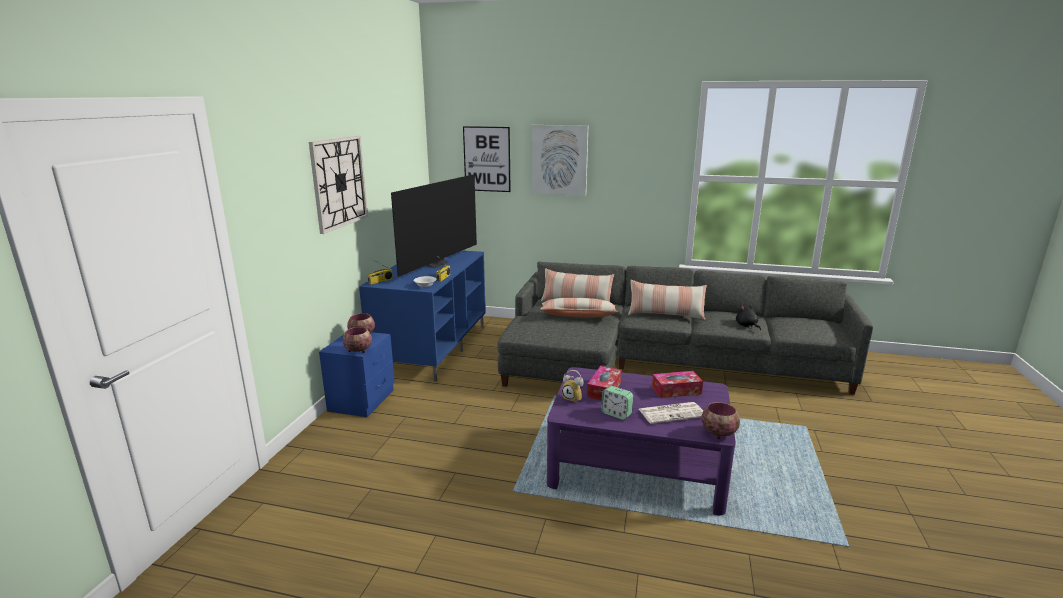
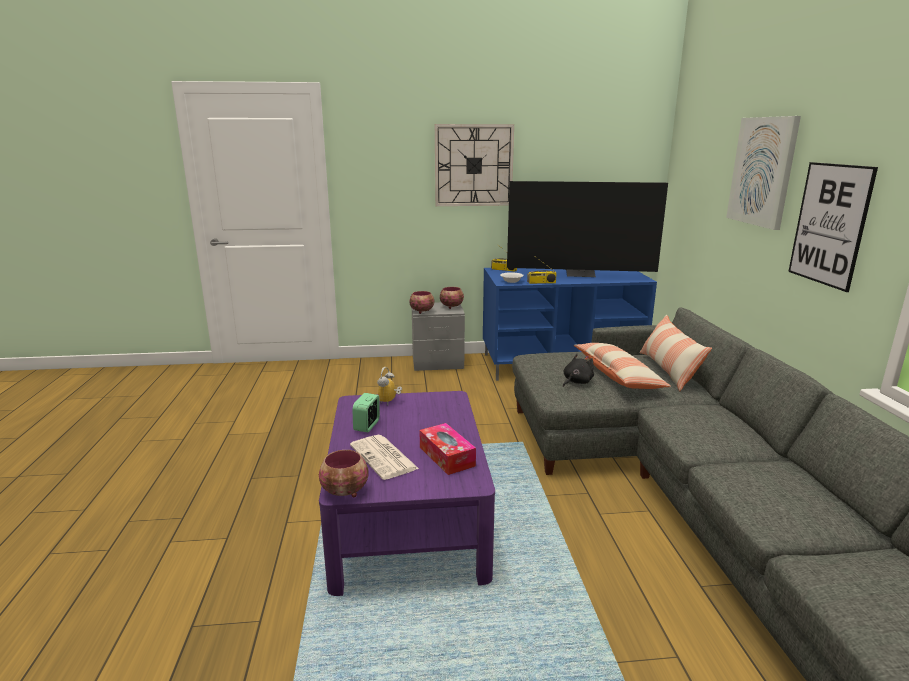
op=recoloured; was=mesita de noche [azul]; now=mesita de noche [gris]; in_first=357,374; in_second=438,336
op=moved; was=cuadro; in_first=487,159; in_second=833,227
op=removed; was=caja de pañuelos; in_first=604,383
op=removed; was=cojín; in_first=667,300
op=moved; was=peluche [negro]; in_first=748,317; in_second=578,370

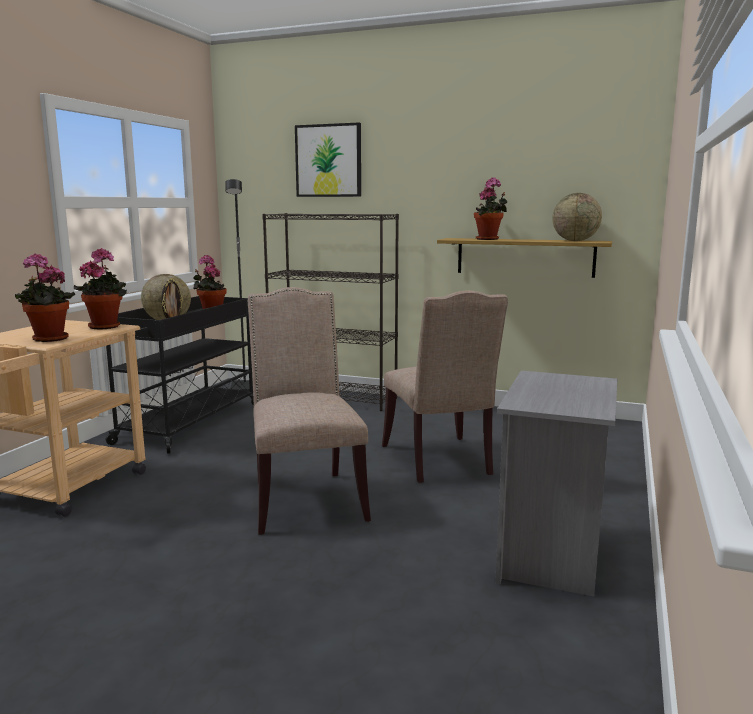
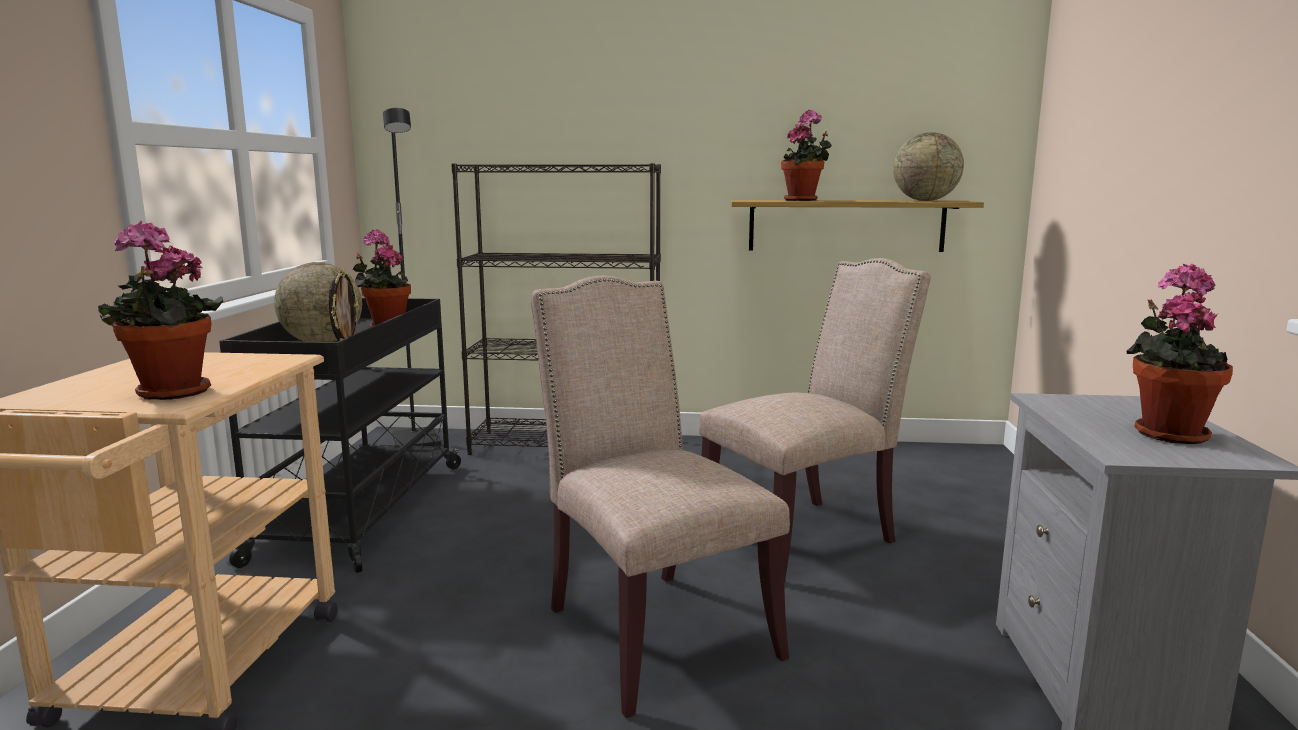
op=moved; was=planta en maceta; in_first=100,288; in_second=1180,354
op=removed; was=cuadro; in_first=328,159
op=turned; was=silla [beis]; in_first=445,387; in_second=815,420; clockwise=-90

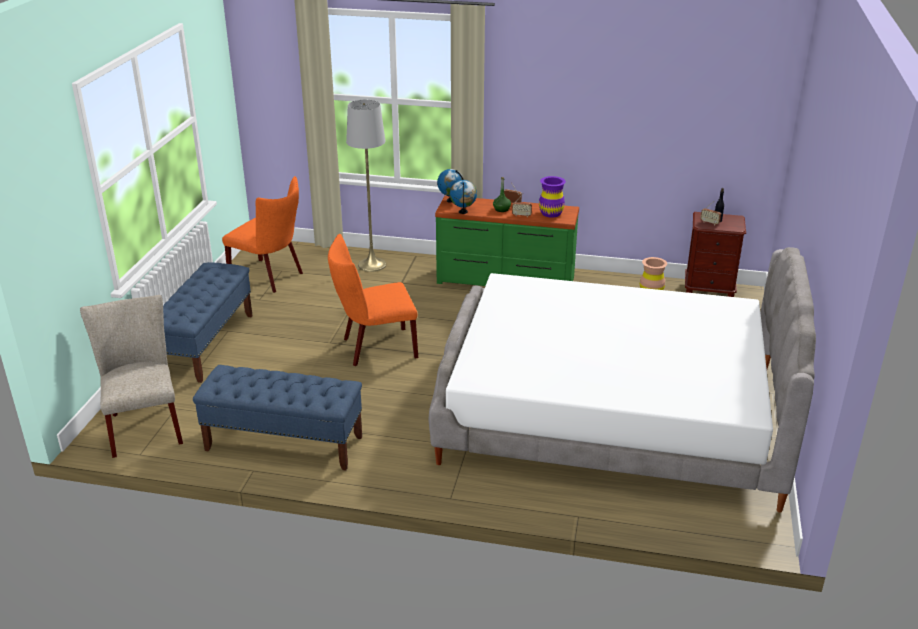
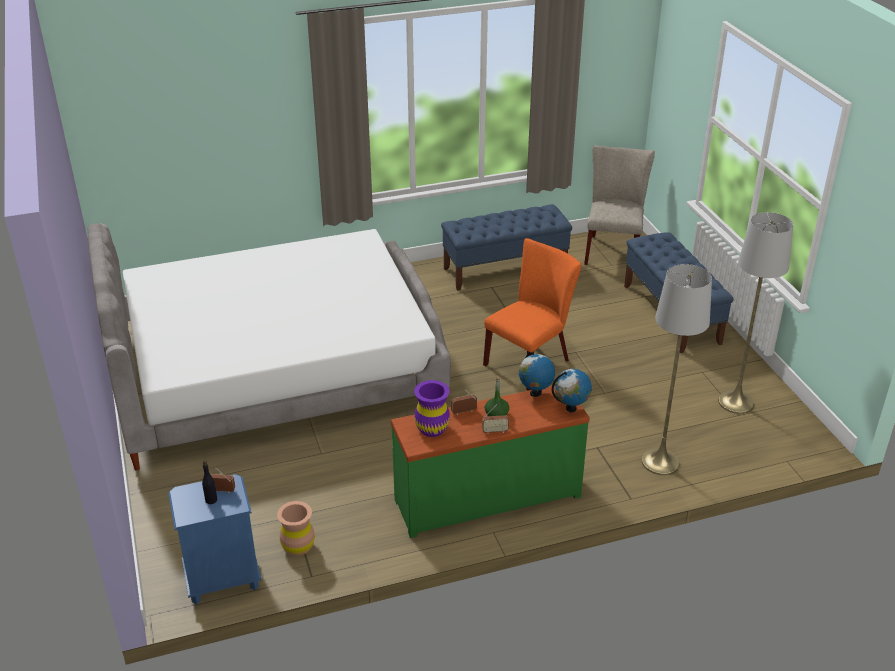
op=turned; was=silla [beis]; in_first=131,376; in_second=619,205; clockwise=-120
op=replaced; was=silla [naranja]; now=lámpara de pie [gris]; in_first=262,234; in_second=755,313
op=recoloured; was=mesita de noche [marrón]; now=mesita de noche [azul]; in_first=715,254; in_second=214,539

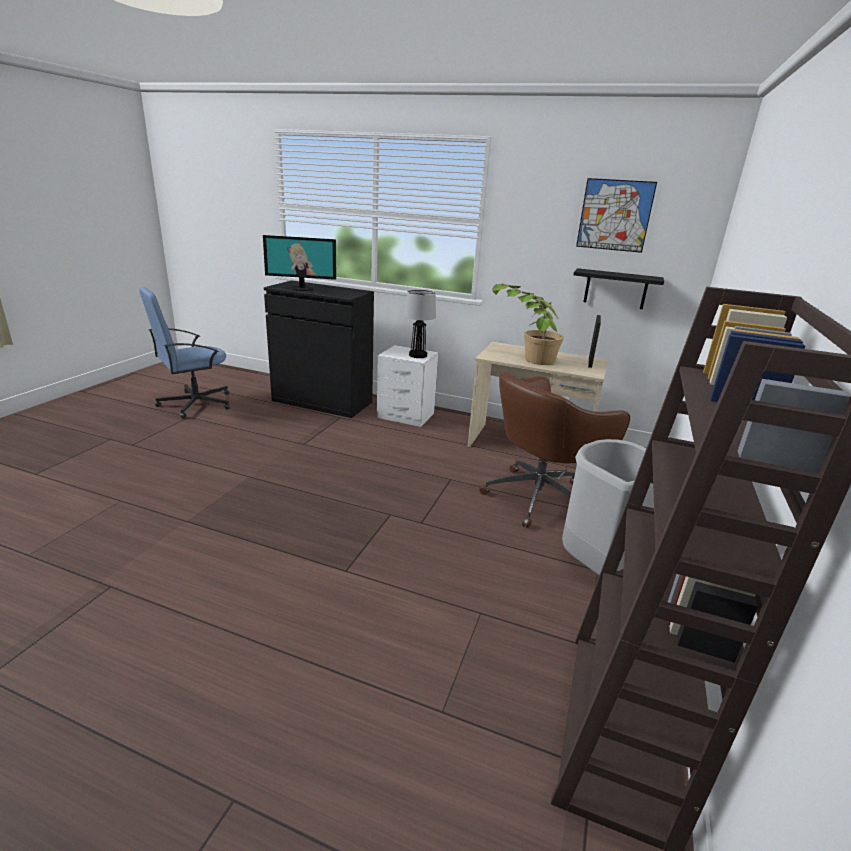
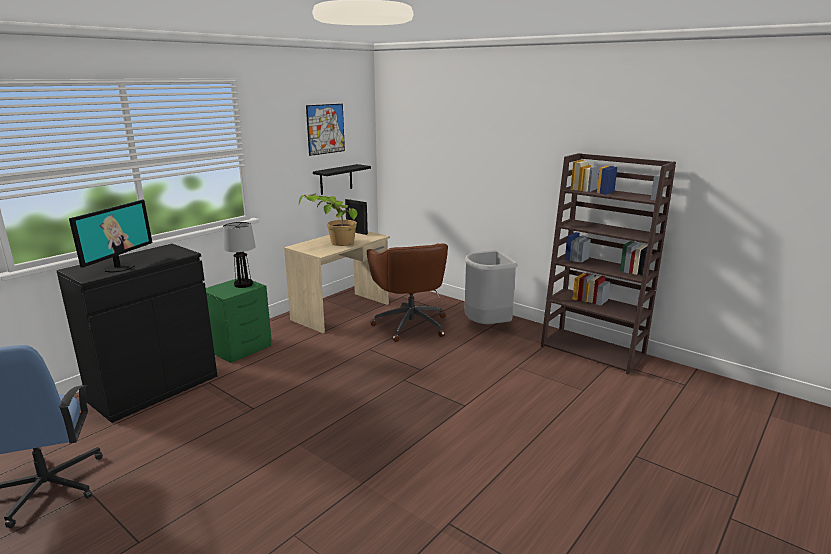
op=recoloured; was=mesita de noche [blanco]; now=mesita de noche [verde]; in_first=407,386; in_second=238,320

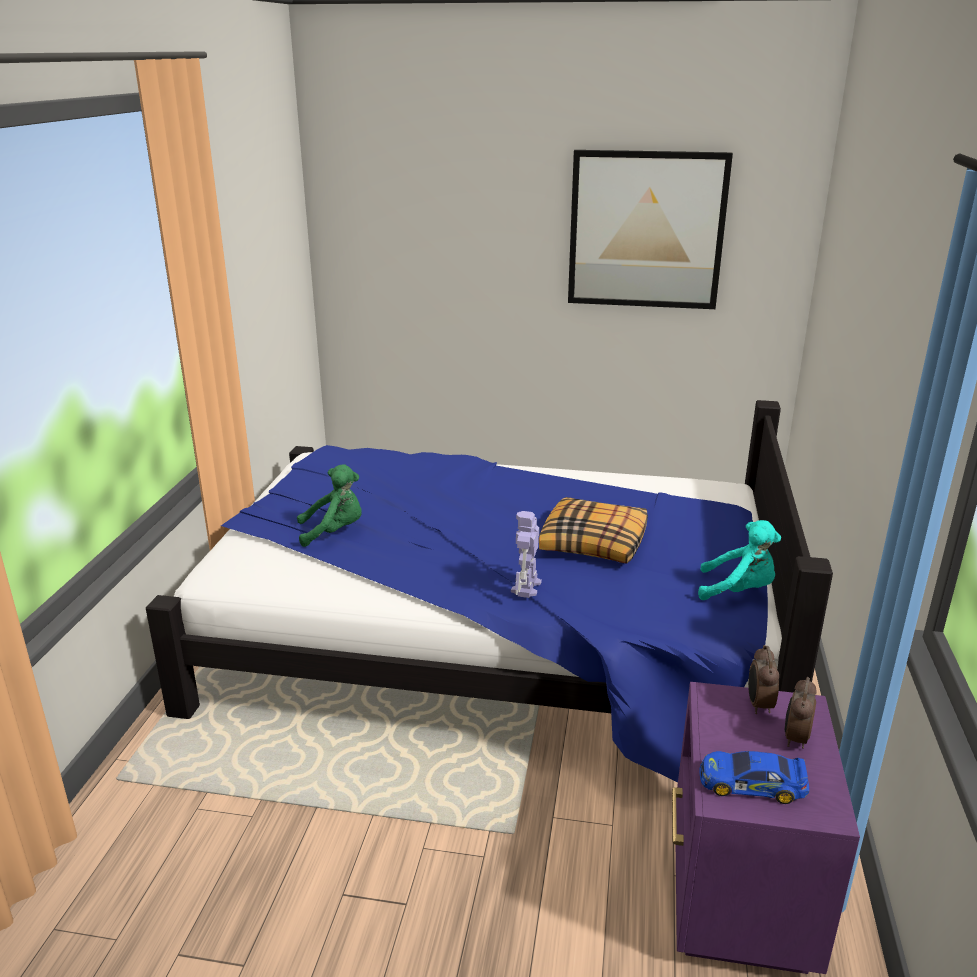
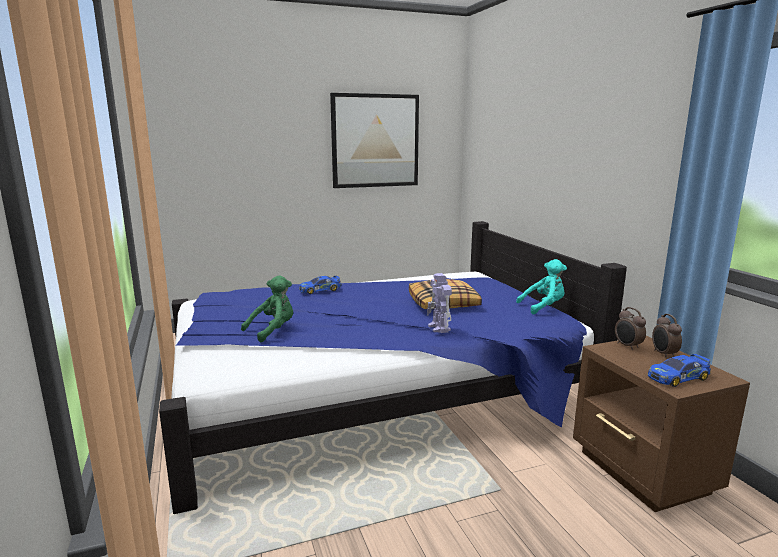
op=recoloured; was=mesita de noche [morado]; now=mesita de noche [marrón]; in_first=766,828; in_second=661,424
op=added; now=coche de juguete; in_second=320,285

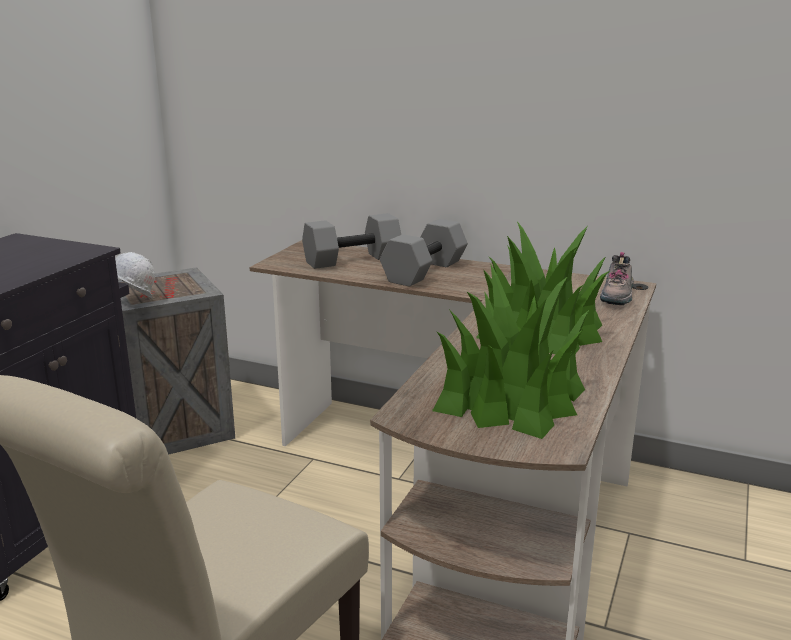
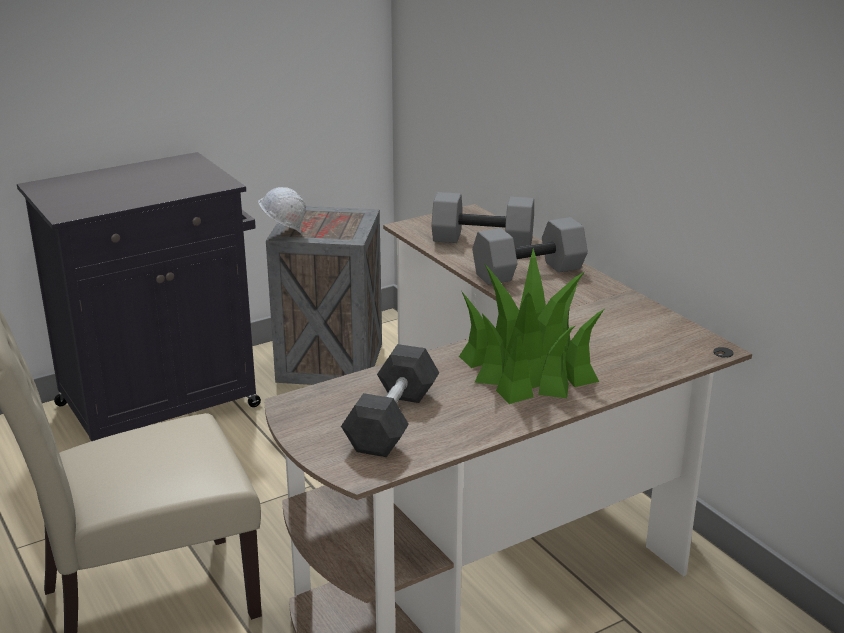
op=replaced; was=planta en maceta; now=mancuerna [gris]; in_first=510,352; in_second=390,400
op=removed; was=zapato; in_first=617,278

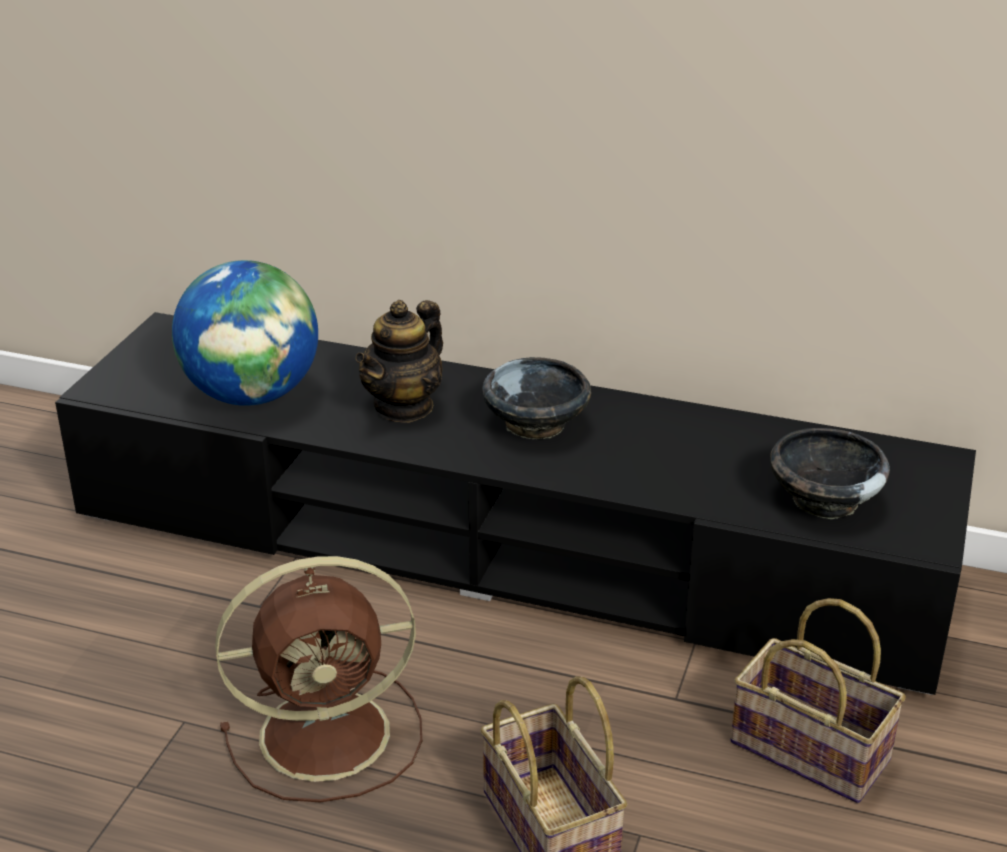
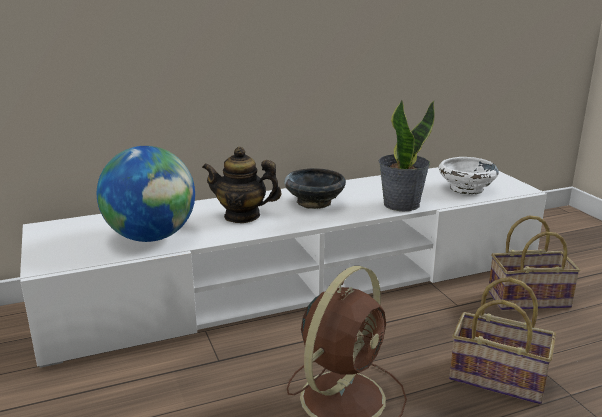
op=recoloured; was=mueble de televisión [negro]; now=mueble de televisión [blanco]; in_first=515,503; in_second=283,267
op=turned; was=tetera; in_first=399,361; in_second=242,185; clockwise=105
op=recoloured; was=cuenco [negro]; now=cuenco [blanco]; in_first=830,473; in_second=469,175
op=added; now=planta en maceta; in_second=406,155

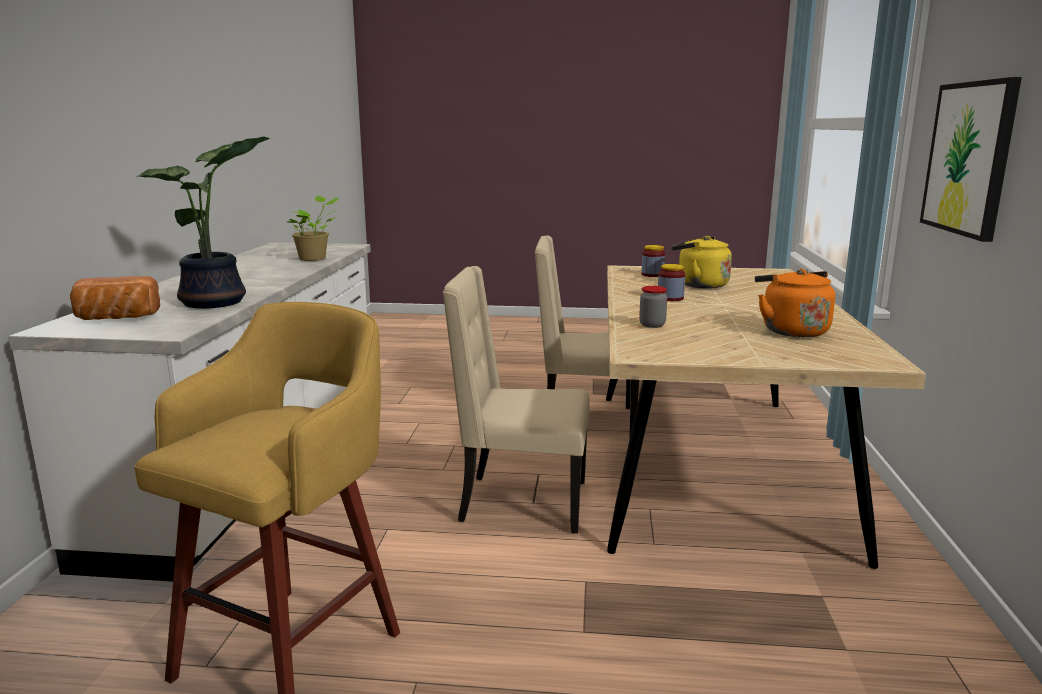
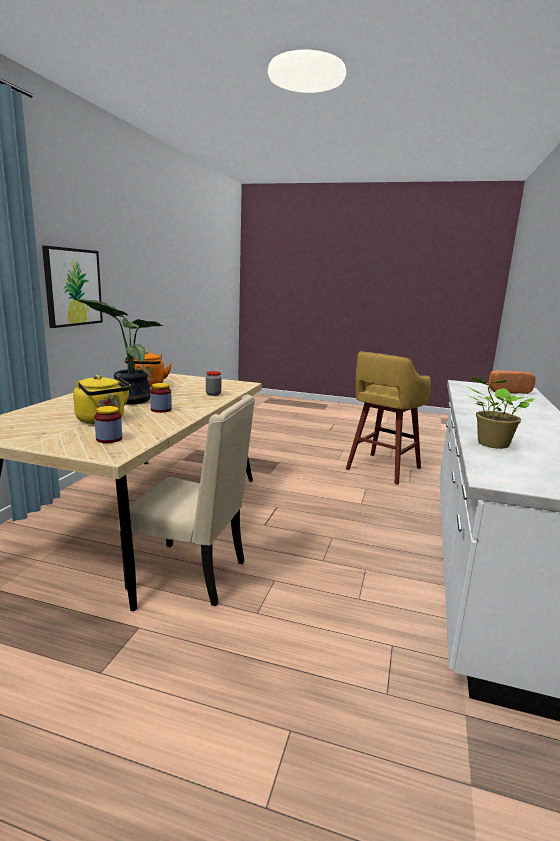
op=moved; was=planta en maceta; in_first=204,222; in_second=120,352
op=removed; was=silla [beis]; in_first=516,400

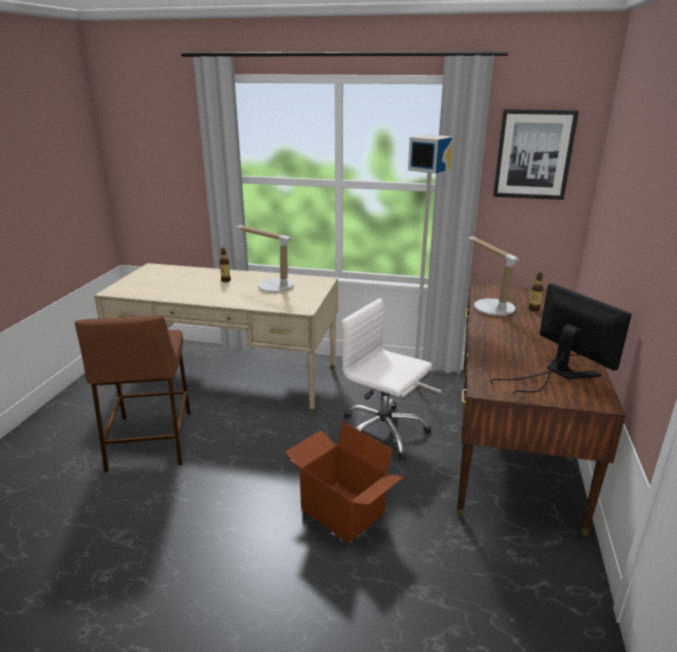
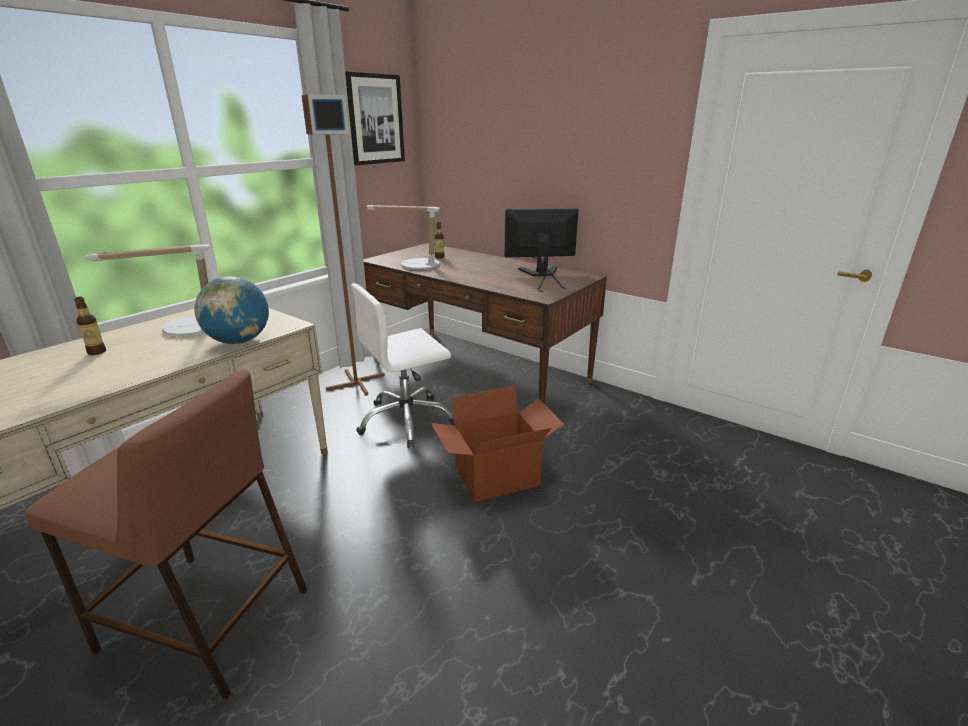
op=recoloured; was=lámpara de pie [gris]; now=lámpara de pie [marrón]; in_first=427,266; in_second=343,244
op=added; now=globo terráqueo; in_second=231,310

